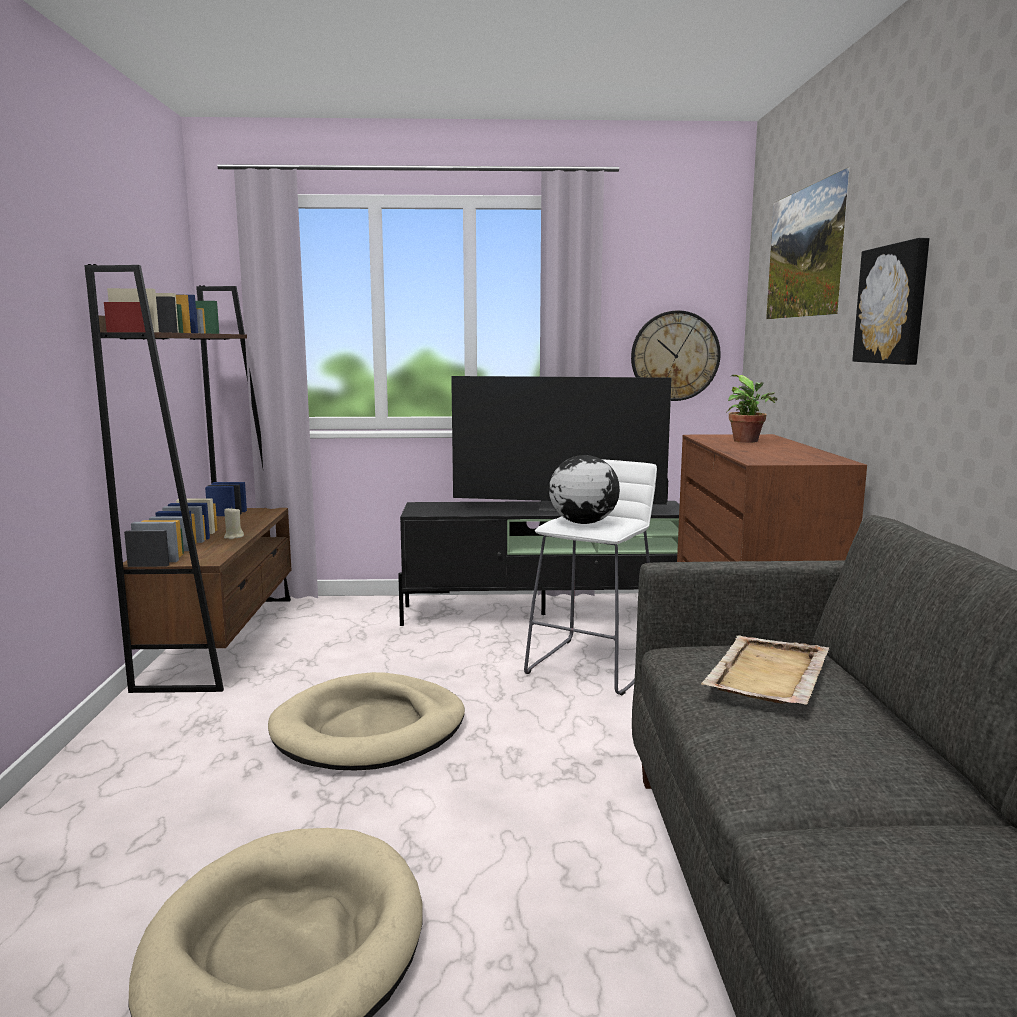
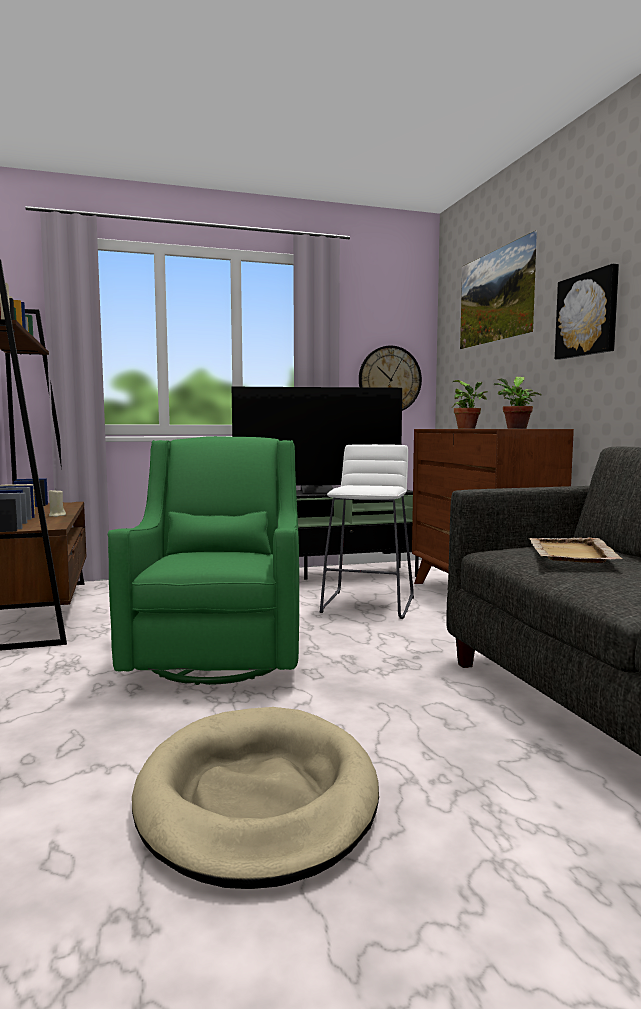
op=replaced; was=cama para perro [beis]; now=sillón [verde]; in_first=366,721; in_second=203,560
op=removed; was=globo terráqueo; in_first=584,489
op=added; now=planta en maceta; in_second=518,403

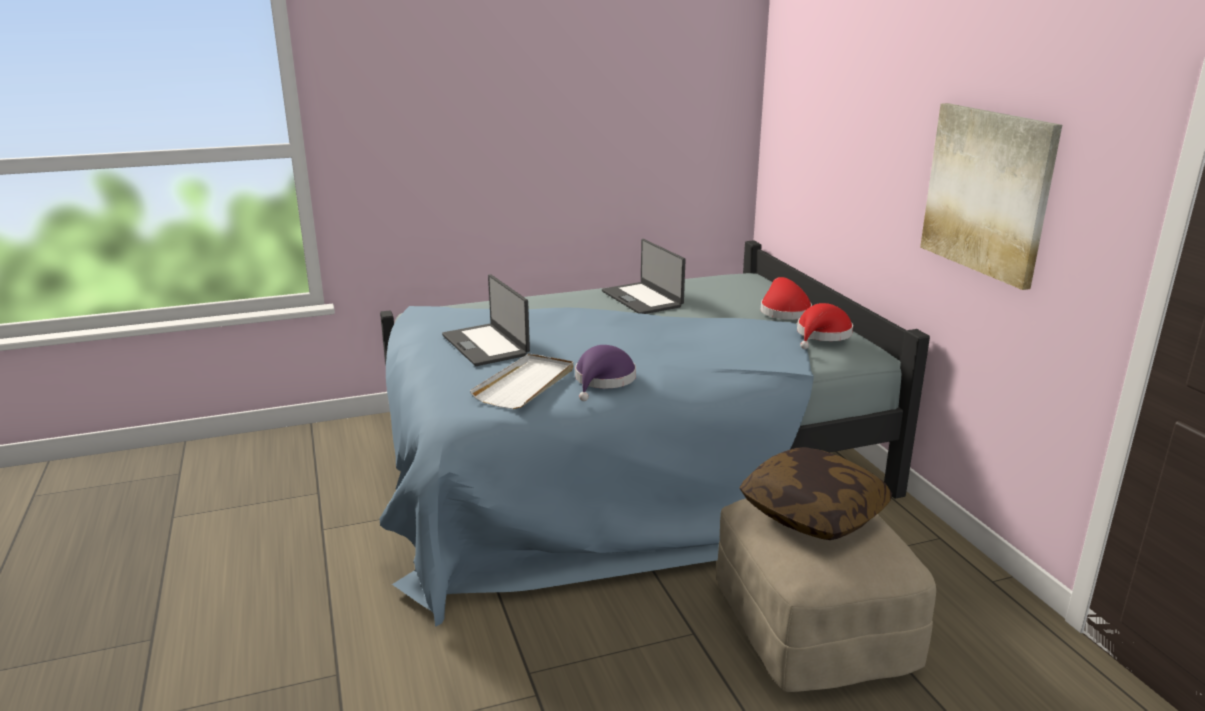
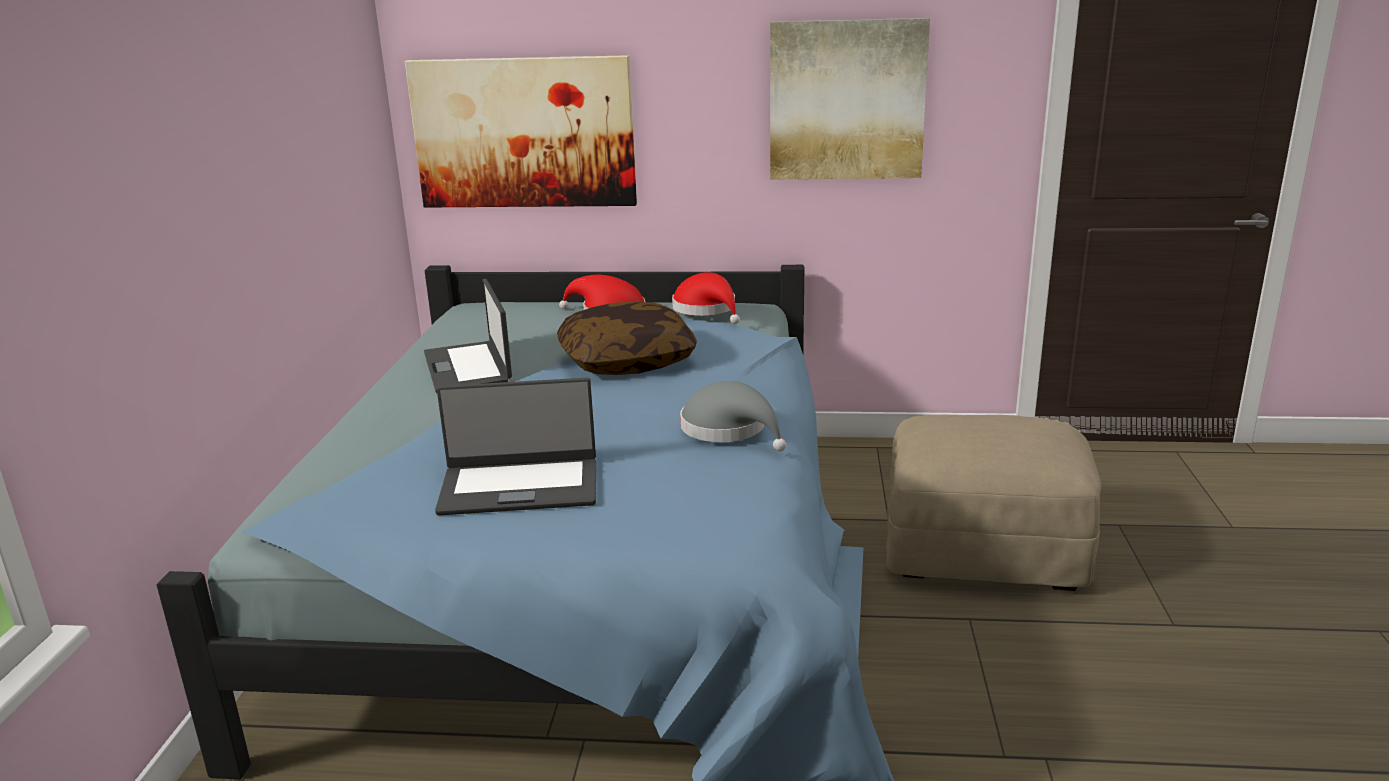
op=removed; was=bandeja [blanco]; in_first=521,381
op=recoloured; was=sombrero [morado]; now=sombrero [gris]; in_first=605,373; in_second=733,416
op=turned; was=portátil; in_first=644,276; in_second=468,336; clockwise=75
op=moved; was=cojín; in_first=815,493; in_second=627,338
op=added; now=cuadro; in_second=521,131

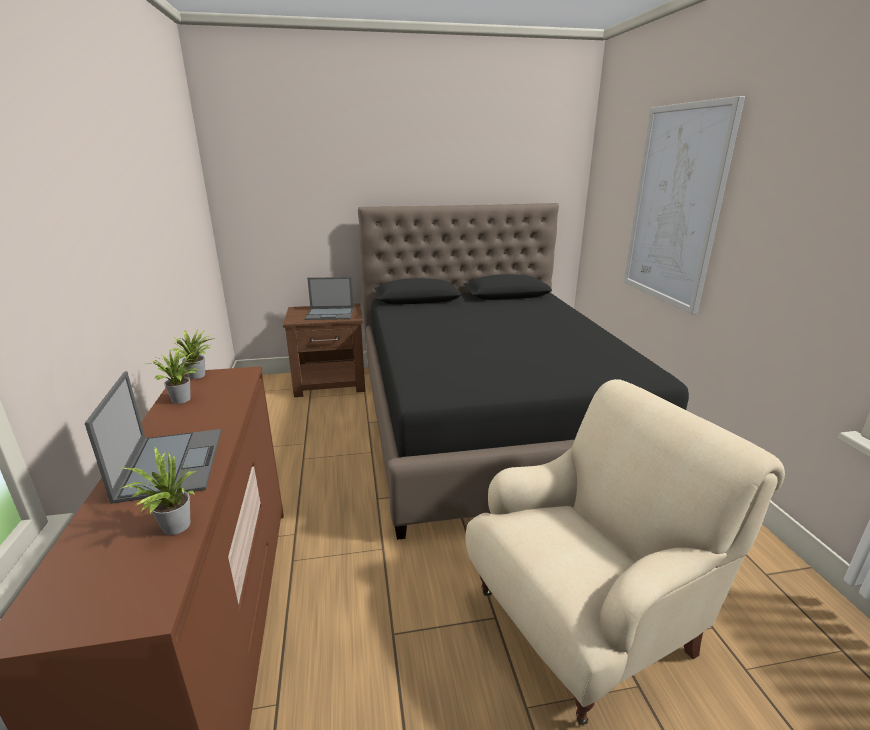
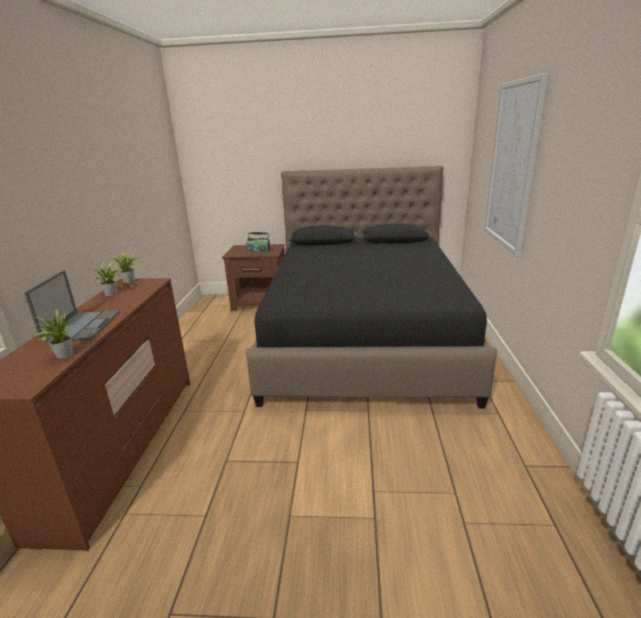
op=replaced; was=portátil; now=radio; in_first=329,298; in_second=258,242
op=removed; was=sillón [beis]; in_first=625,552

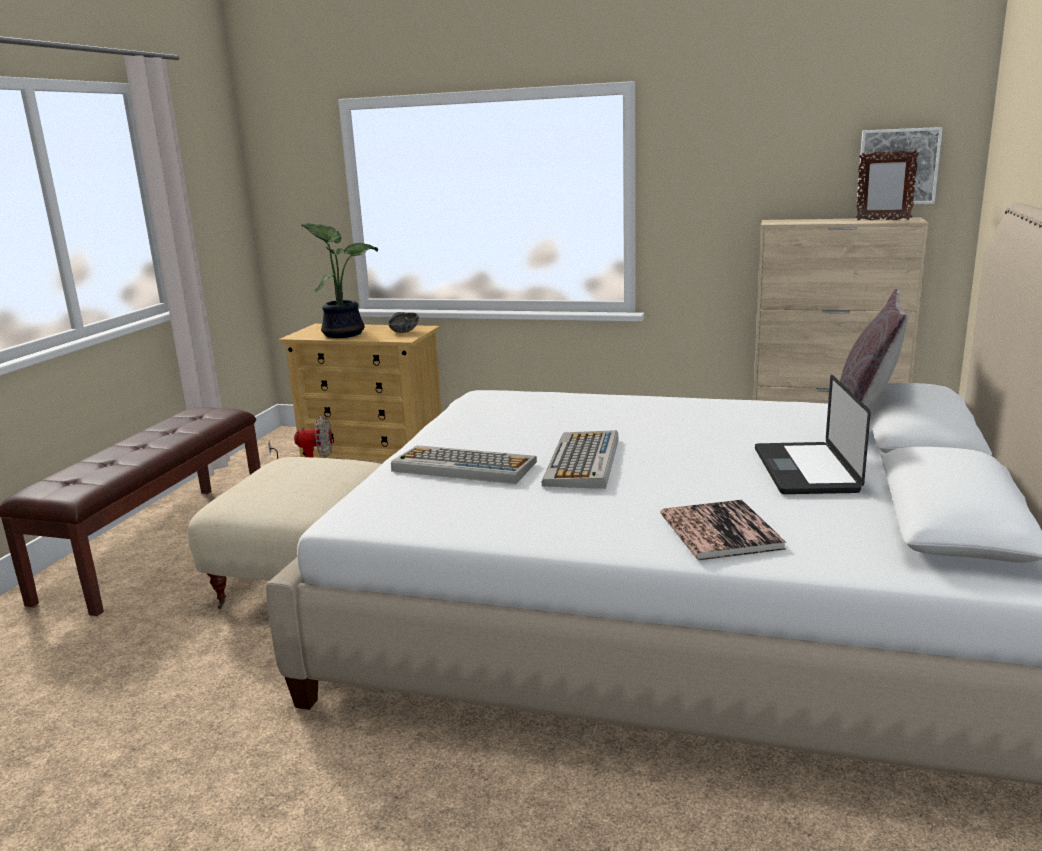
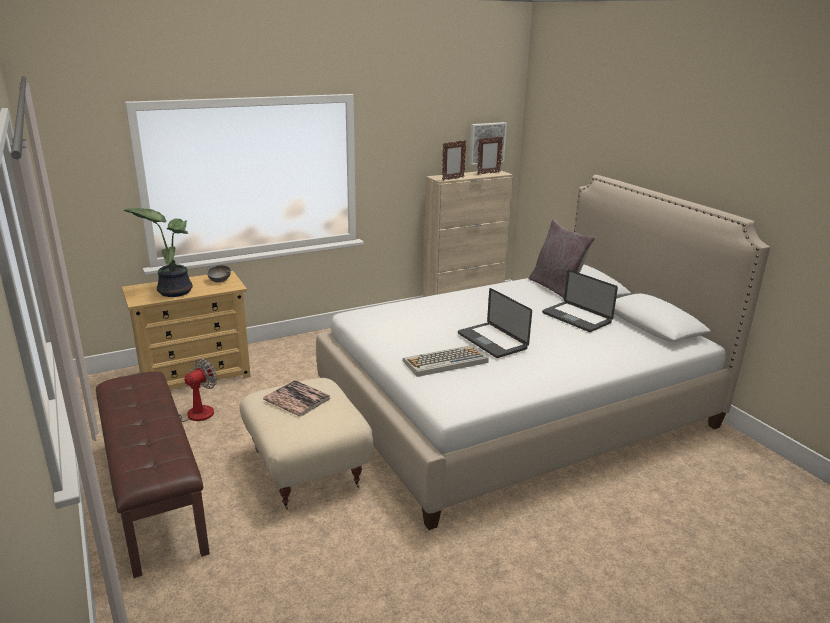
op=replaced; was=teclado; now=portátil; in_first=580,459; in_second=495,323
op=moved; was=libro; in_first=723,530; in_second=297,398
op=added; now=portarretratos; in_second=454,160

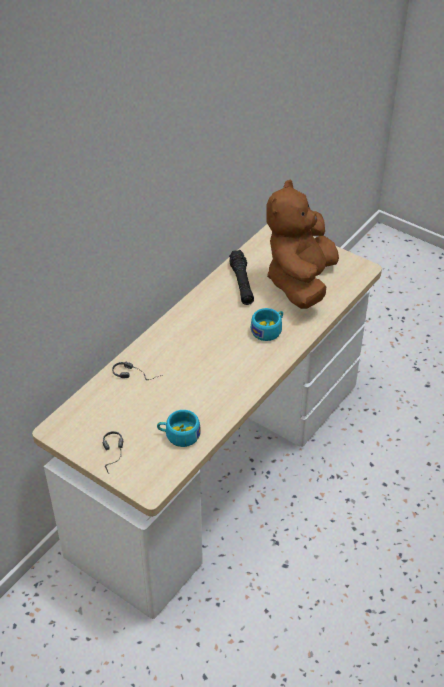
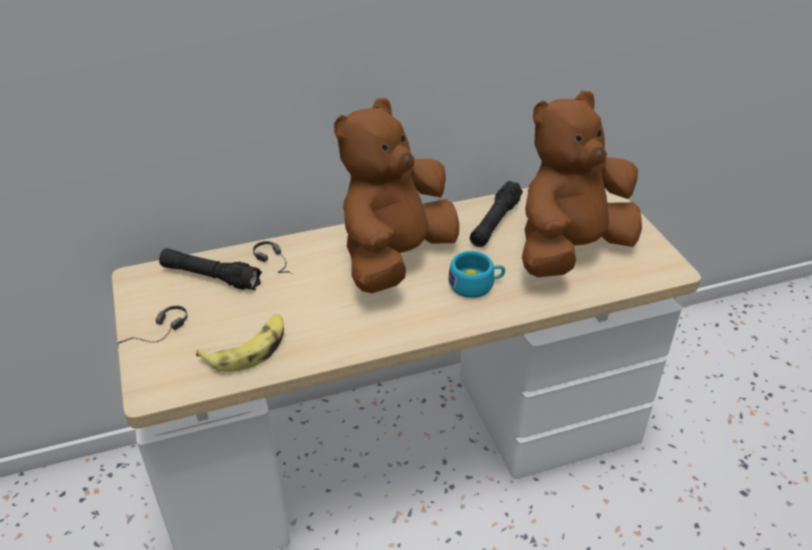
op=replaced; was=taza [turquesa]; now=plátano; in_first=179,428; in_second=240,343
op=added; now=linterna [negro]; in_second=210,269
op=added; now=peluche [marrón]; in_second=396,195

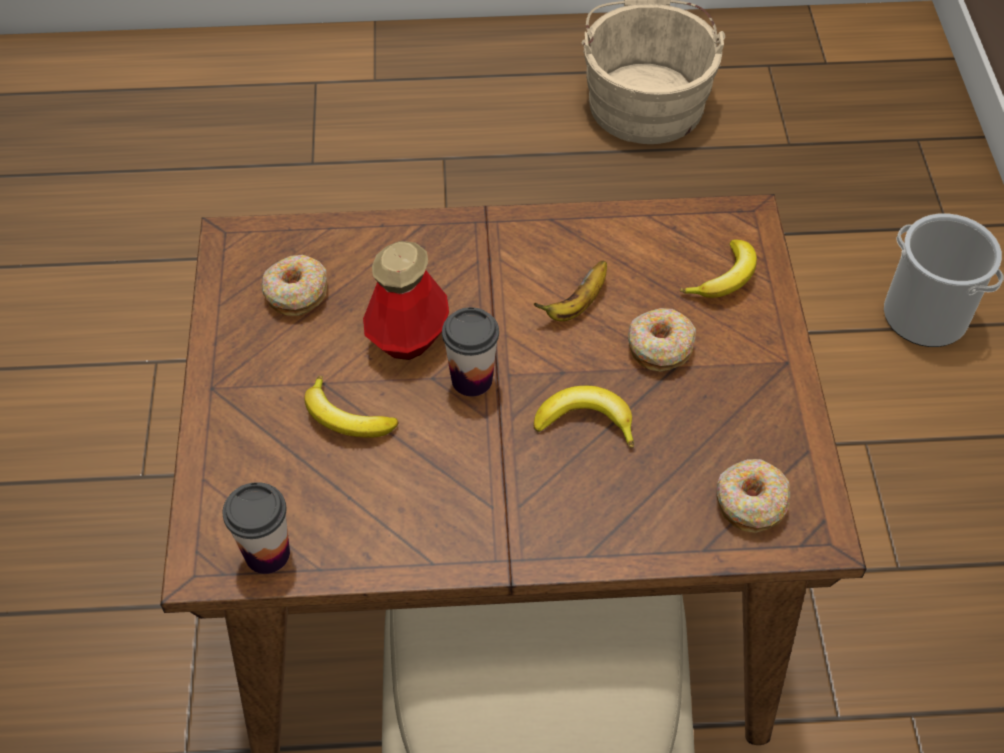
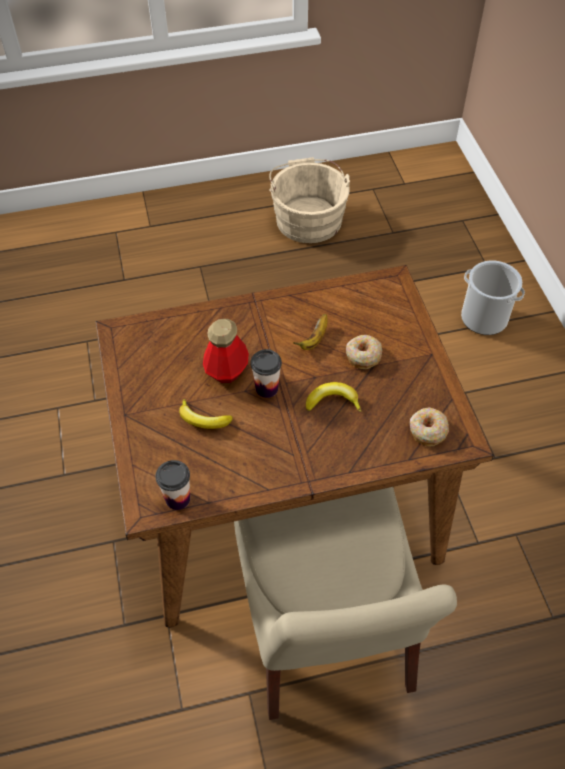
op=removed; was=rosquilla; in_first=294,285
op=removed; was=plátano; in_first=718,269

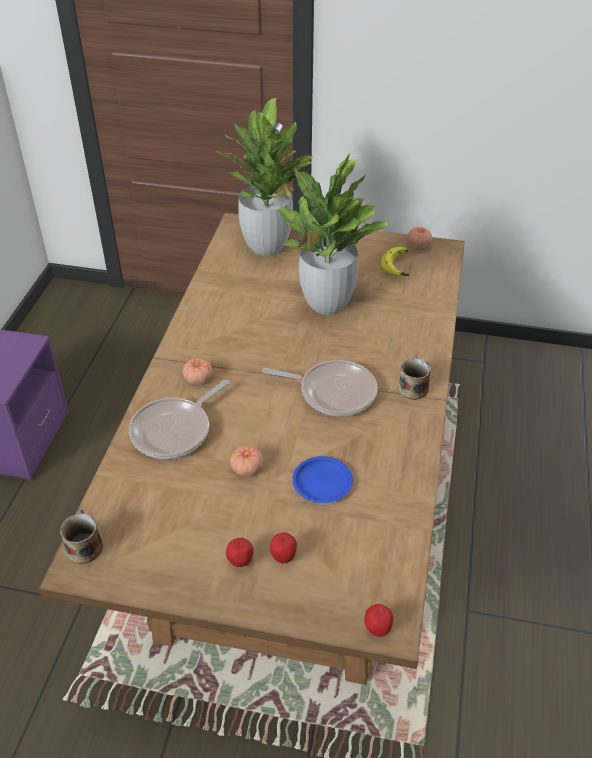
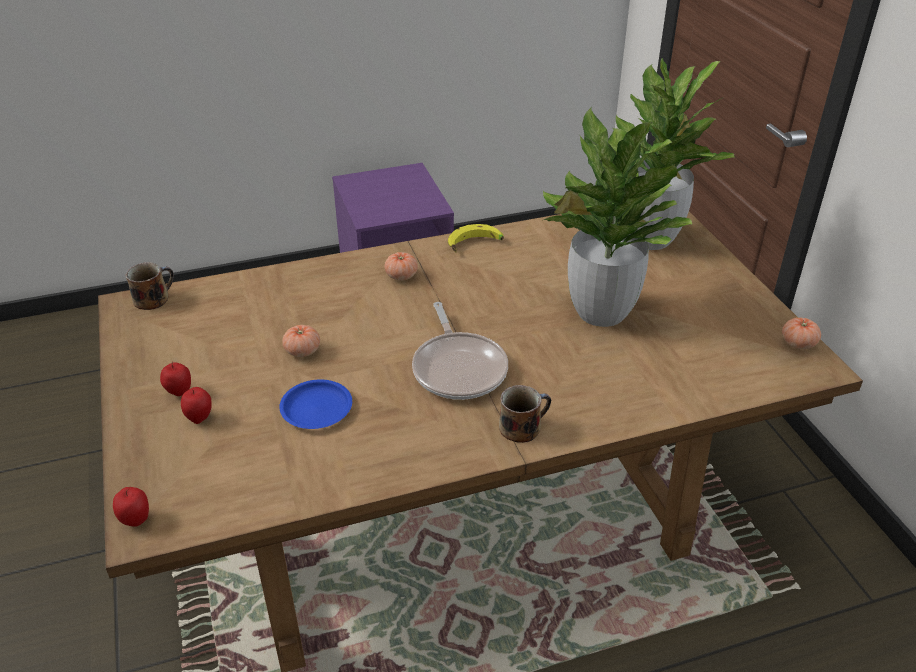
op=removed; was=sartén; in_first=179,419
op=moved; was=plátano; in_first=395,261; in_second=476,238

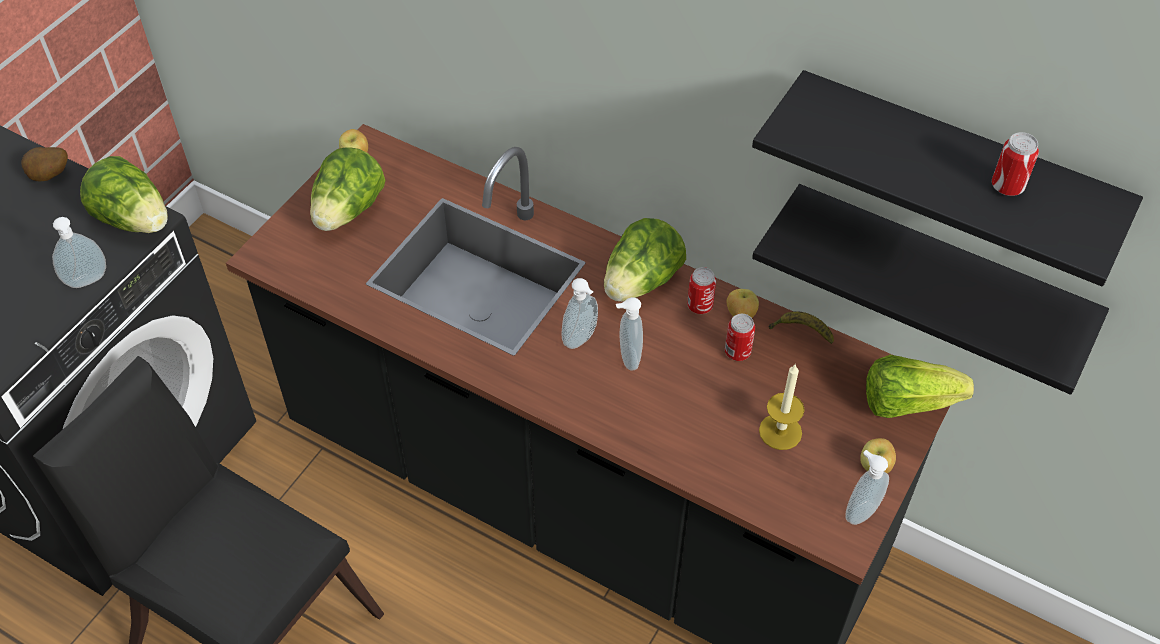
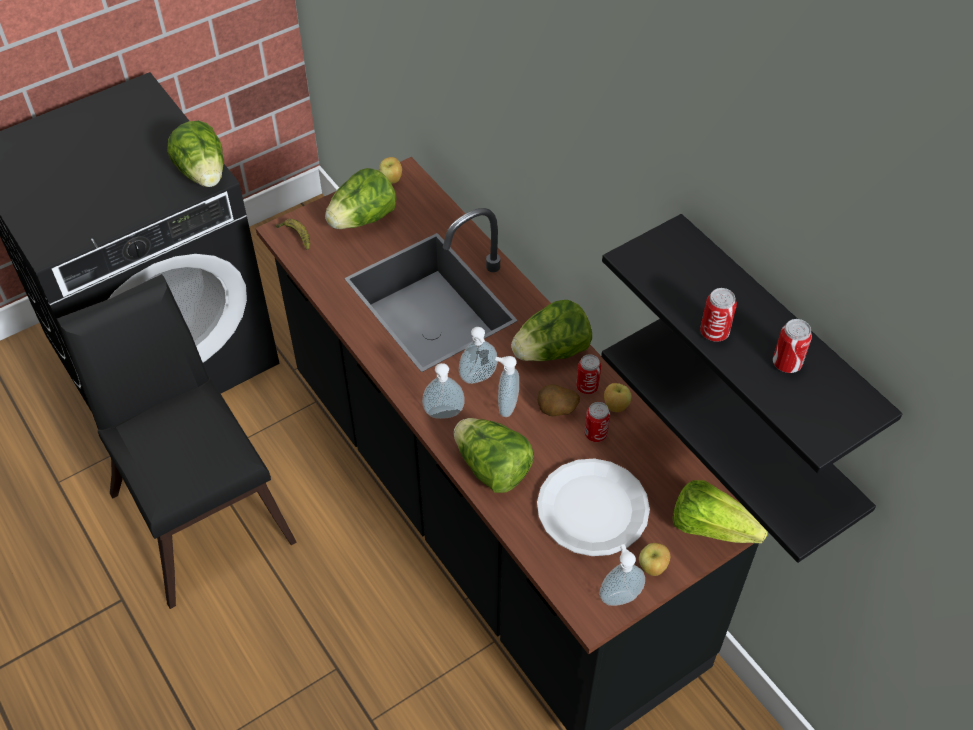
op=moved; was=patata; in_first=44,164; in_second=559,400
op=moved; was=dispensador de jabón; in_first=79,252; in_second=443,391
op=replaced; was=vela; now=plato [blanco]; in_first=782,406; in_second=593,507
op=moved; was=plátano; in_first=801,327; in_second=293,234
op=added; now=lechuga; in_second=494,455
op=added; now=lata; in_second=718,315

